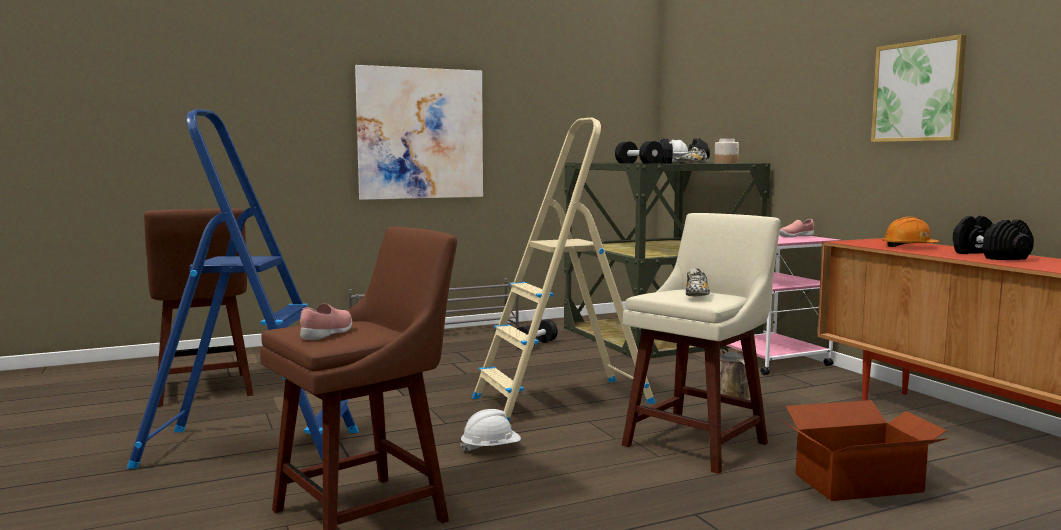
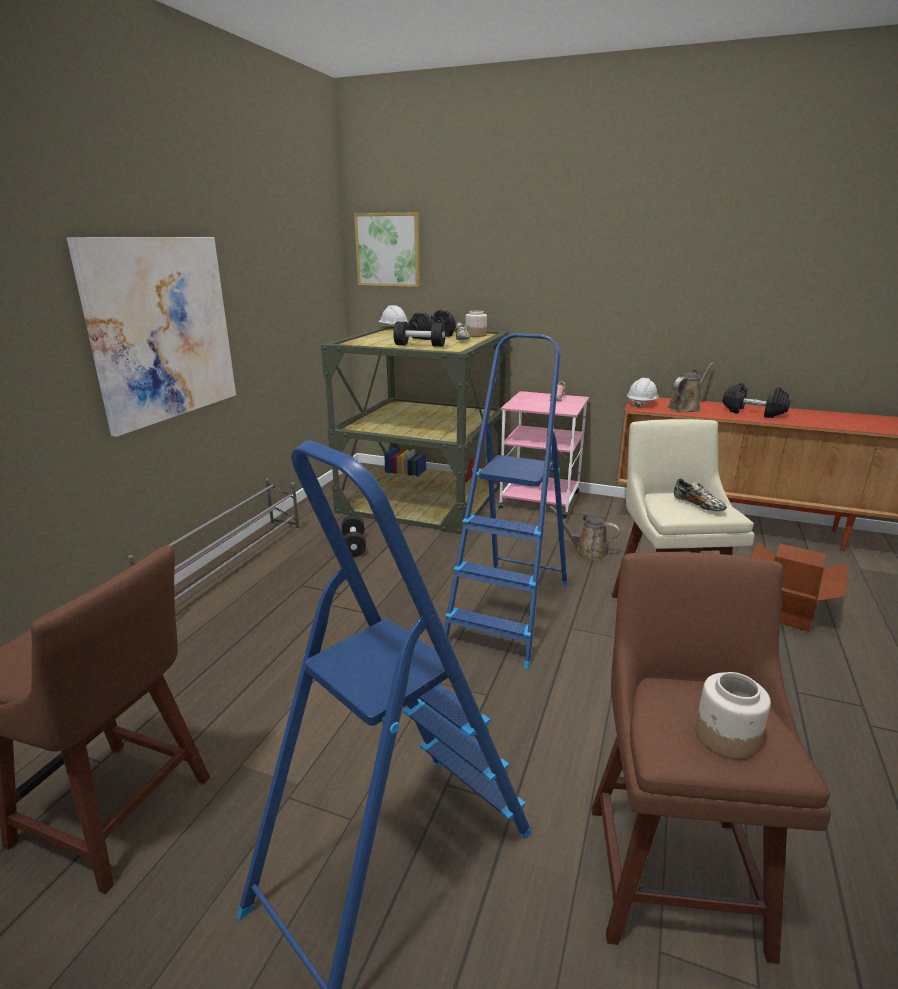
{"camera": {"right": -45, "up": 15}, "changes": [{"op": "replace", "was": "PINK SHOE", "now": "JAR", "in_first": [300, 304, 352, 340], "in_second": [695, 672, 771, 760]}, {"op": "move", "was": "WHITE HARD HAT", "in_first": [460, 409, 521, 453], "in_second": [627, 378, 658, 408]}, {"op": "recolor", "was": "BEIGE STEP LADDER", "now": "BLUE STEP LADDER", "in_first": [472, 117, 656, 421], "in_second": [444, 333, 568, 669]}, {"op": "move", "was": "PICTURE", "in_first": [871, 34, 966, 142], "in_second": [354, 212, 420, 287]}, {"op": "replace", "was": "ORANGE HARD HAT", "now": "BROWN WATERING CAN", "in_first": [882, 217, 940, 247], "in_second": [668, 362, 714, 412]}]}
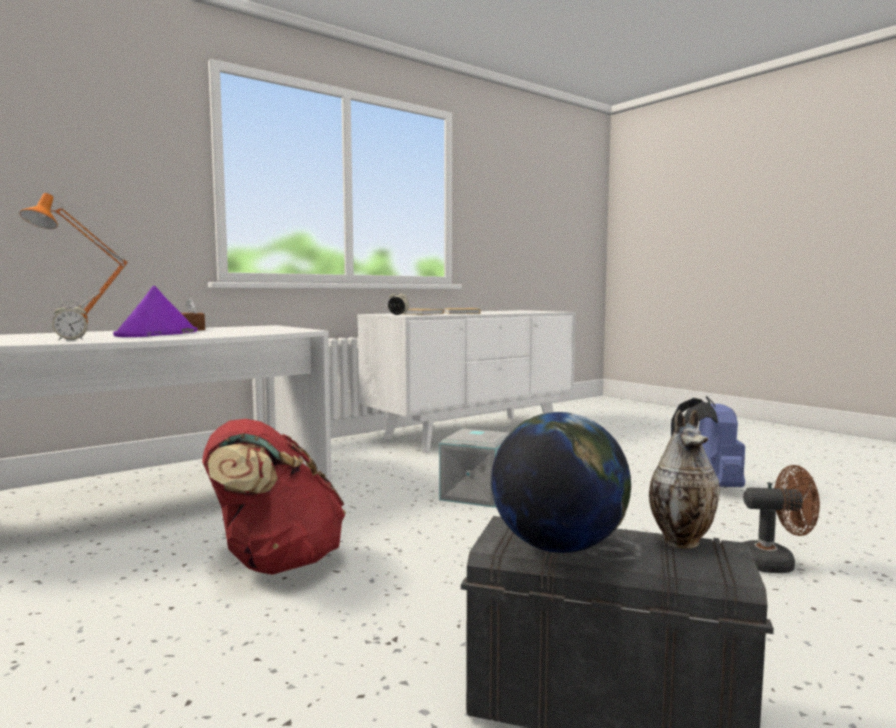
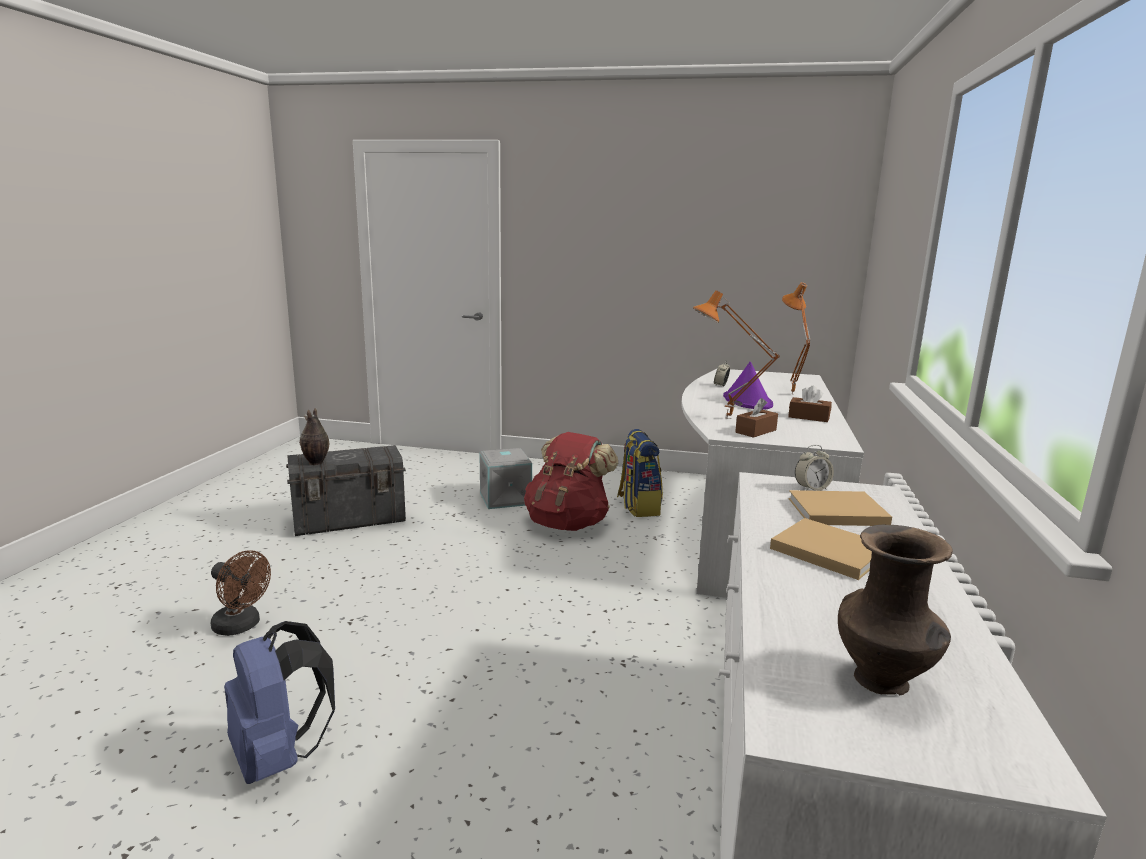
{"camera": {"right": 140, "up": 10}, "changes": [{"op": "move", "was": "GREY STORAGE BOX", "in_first": [439, 429, 509, 508], "in_second": [479, 448, 532, 509]}, {"op": "delete", "was": "GLOBE", "in_first": [491, 412, 631, 553]}, {"op": "rotate", "was": "BROWN FAN", "in_first": [743, 465, 820, 573], "in_second": [211, 550, 271, 636], "clockwise": -120}, {"op": "insert", "now": "BACKPACK", "in_second": [617, 429, 663, 517]}, {"op": "insert", "now": "ORANGE TABLE LAMP", "in_second": [693, 290, 780, 419]}, {"op": "insert", "now": "BROWN TISSUE BOX", "in_second": [735, 398, 778, 438]}, {"op": "insert", "now": "BROWN VASE", "in_second": [838, 525, 953, 695]}]}
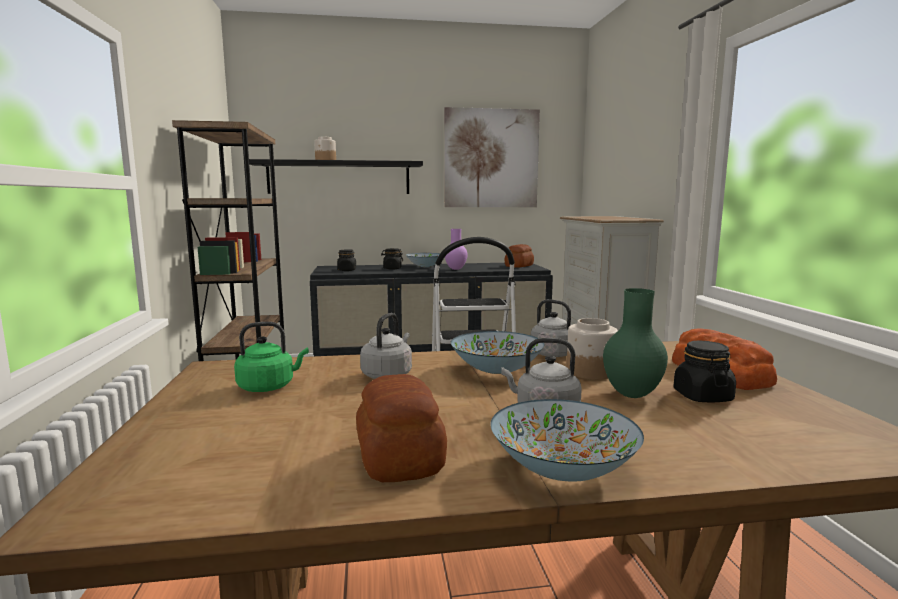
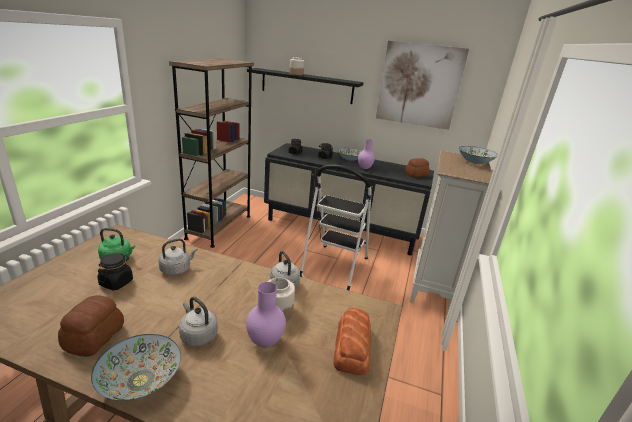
{"camera": {"right": 25, "up": 15}, "changes": [{"op": "move", "was": "BOWL", "in_first": [451, 331, 545, 374], "in_second": [459, 146, 498, 164]}, {"op": "recolor", "was": "GREEN VASE", "now": "PURPLE VASE", "in_first": [603, 288, 668, 398], "in_second": [246, 282, 286, 347]}, {"op": "move", "was": "BLACK JAR", "in_first": [673, 341, 736, 403], "in_second": [98, 253, 133, 291]}]}
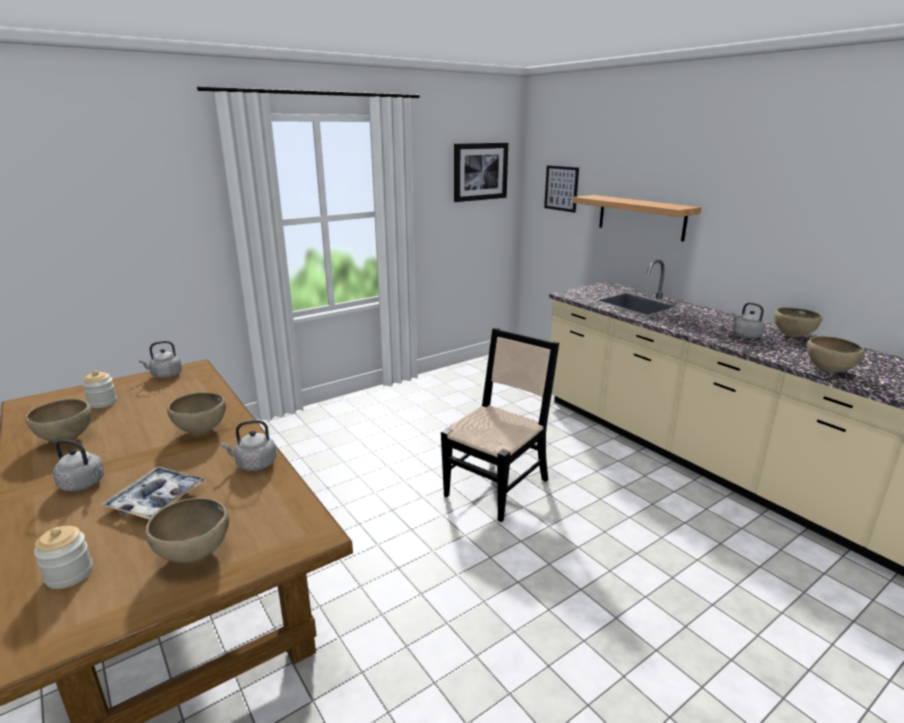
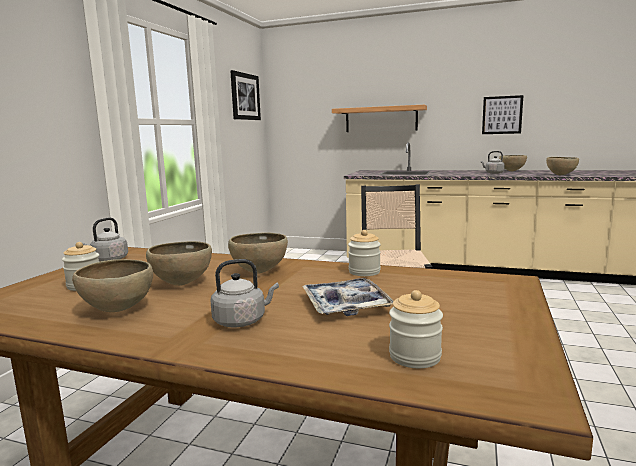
{"camera": {"right": -35, "up": -10}, "changes": [{"op": "move", "was": "BROWN BOWL", "in_first": [145, 498, 229, 563], "in_second": [146, 241, 212, 286]}, {"op": "replace", "was": "GREY KETTLE", "now": "JAR", "in_first": [221, 420, 277, 471], "in_second": [348, 230, 381, 276]}, {"op": "move", "was": "PICTURE", "in_first": [544, 165, 579, 213], "in_second": [482, 95, 524, 134]}]}
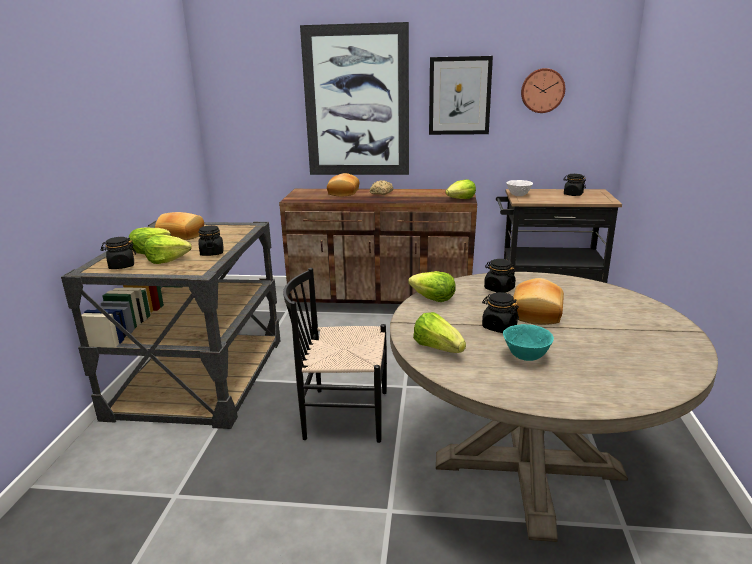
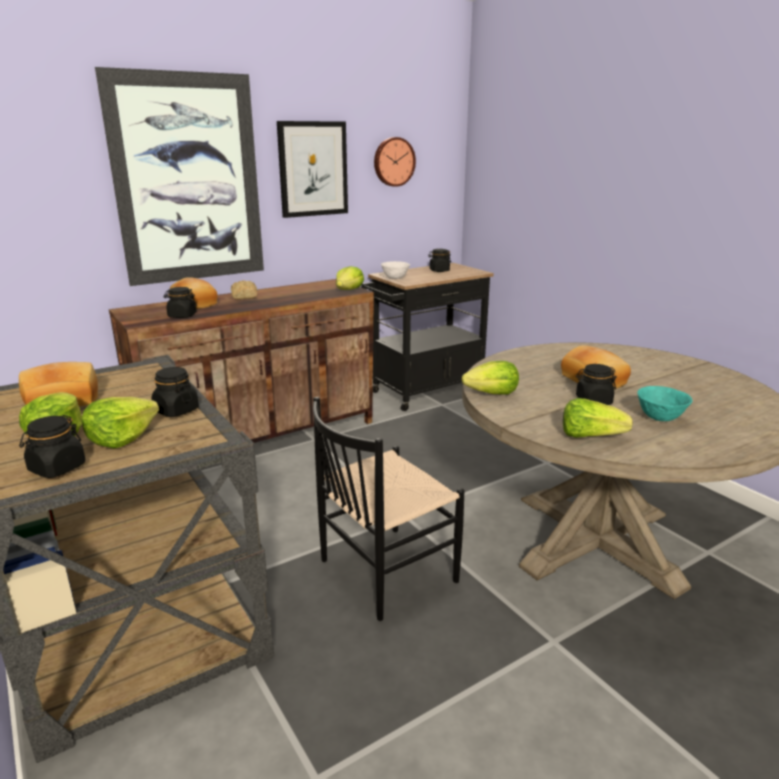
{"camera": {"right": -40, "up": 0}, "changes": [{"op": "move", "was": "BLACK JAR", "in_first": [484, 259, 516, 293], "in_second": [164, 287, 197, 318]}]}
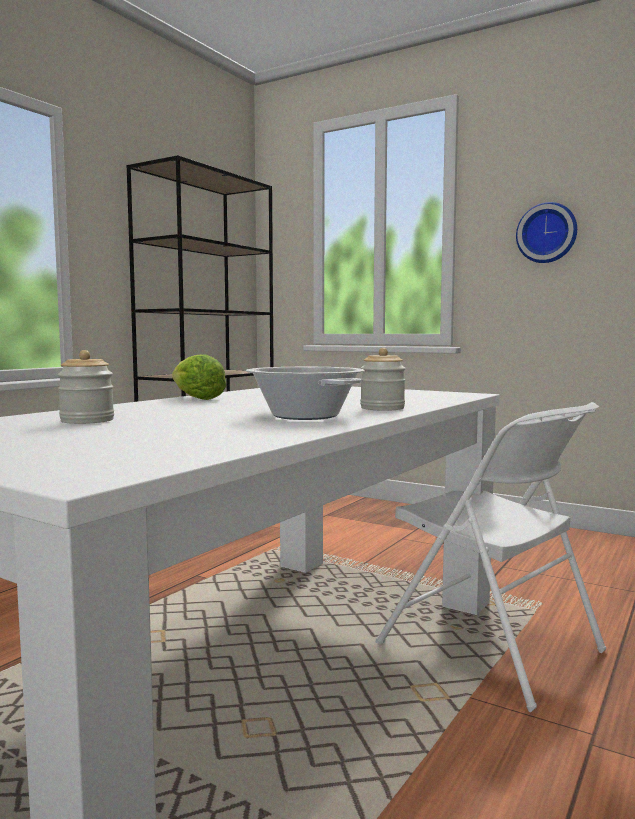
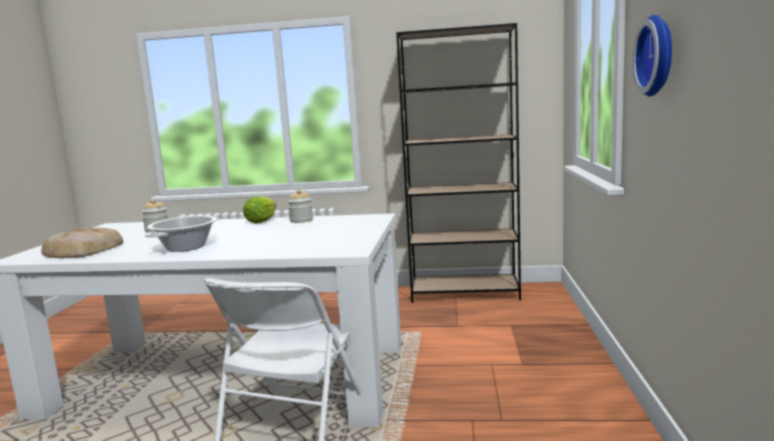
{"camera": {"right": 65, "up": 5}, "changes": [{"op": "move", "was": "JAR", "in_first": [360, 348, 406, 411], "in_second": [288, 190, 313, 223]}, {"op": "insert", "now": "BREAD", "in_second": [41, 228, 123, 258]}]}
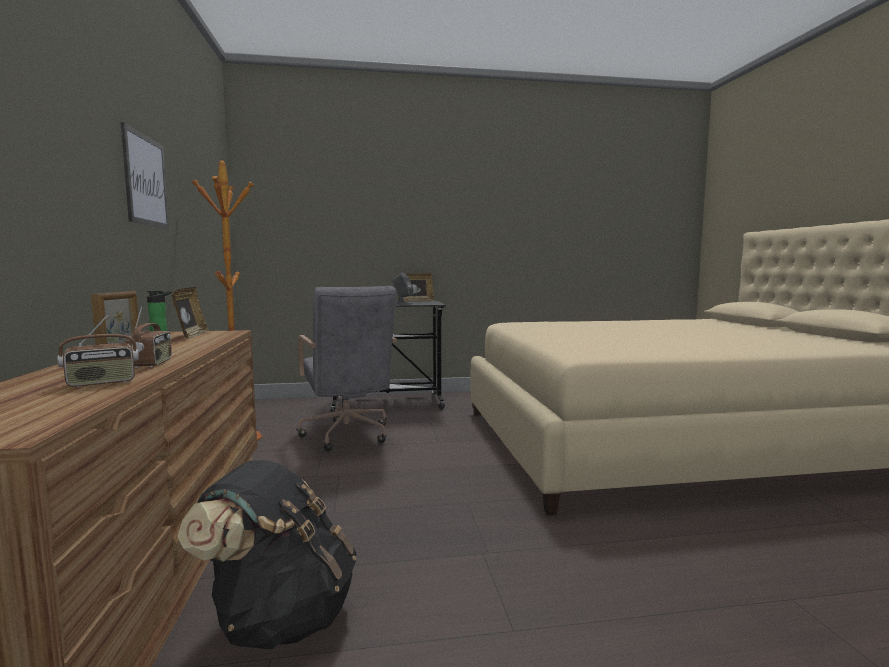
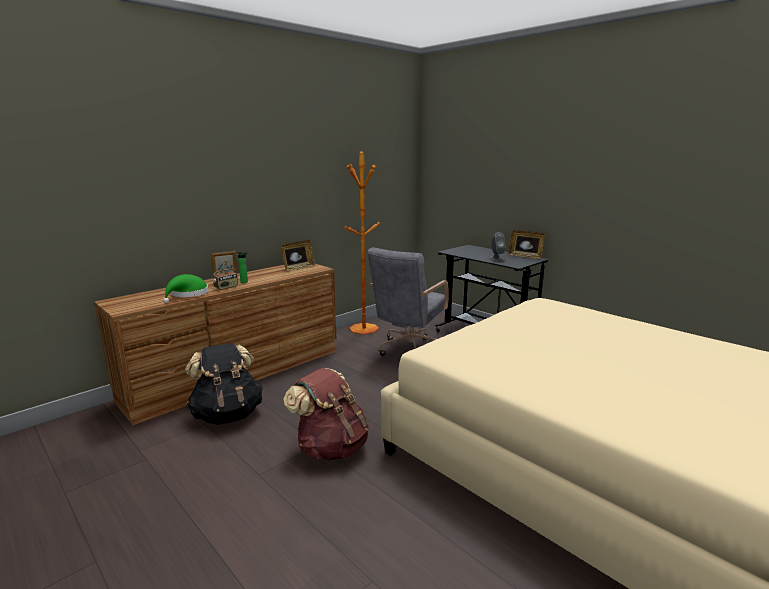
{"camera": {"right": 55, "up": 10}, "changes": [{"op": "replace", "was": "RADIO", "now": "GREEN HAT", "in_first": [57, 314, 139, 387], "in_second": [163, 274, 208, 303]}, {"op": "delete", "was": "PICTURE", "in_first": [121, 122, 169, 229]}, {"op": "insert", "now": "BROWN BACKPACK", "in_second": [283, 368, 369, 460]}]}
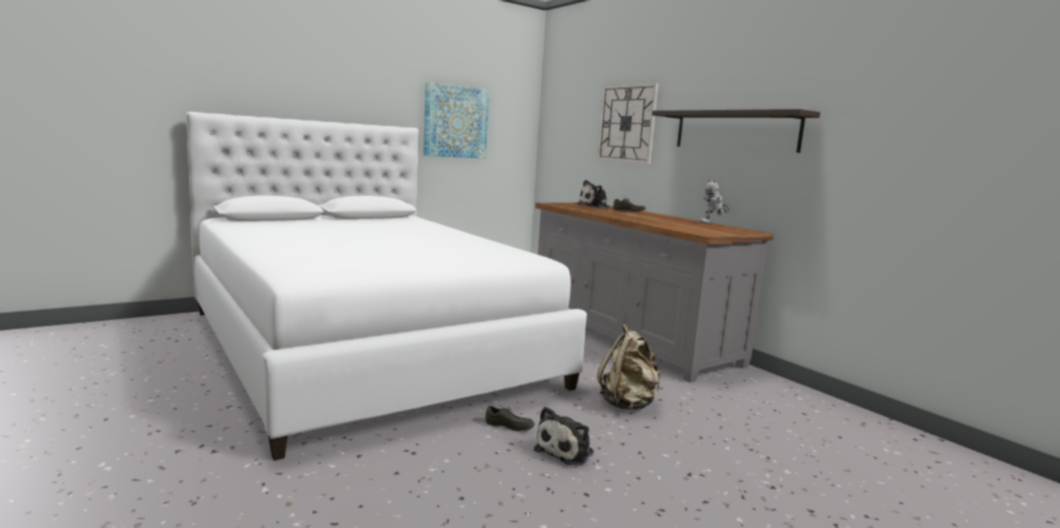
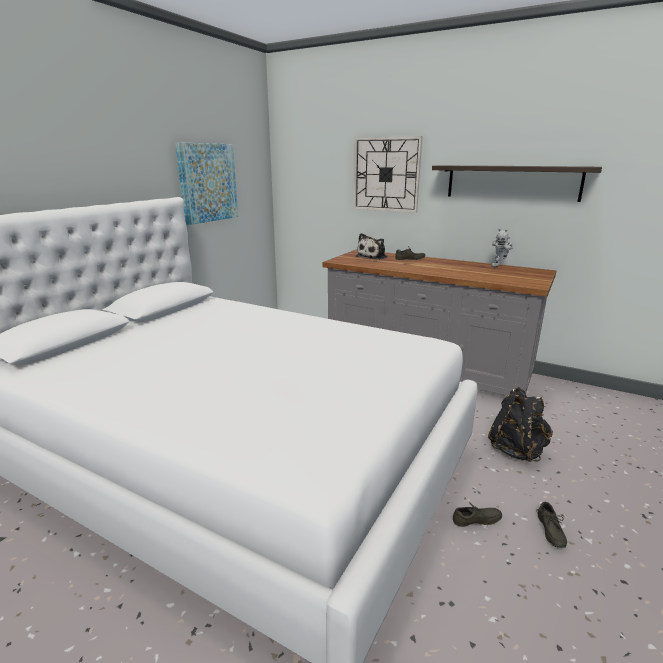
{"camera": {"right": -25, "up": 10}, "changes": [{"op": "replace", "was": "PLUSH TOY", "now": "GREY SHOE", "in_first": [534, 407, 594, 465], "in_second": [536, 502, 567, 548]}, {"op": "recolor", "was": "BEIGE BACKPACK", "now": "BLACK BACKPACK", "in_first": [597, 324, 660, 410], "in_second": [488, 387, 553, 462]}]}
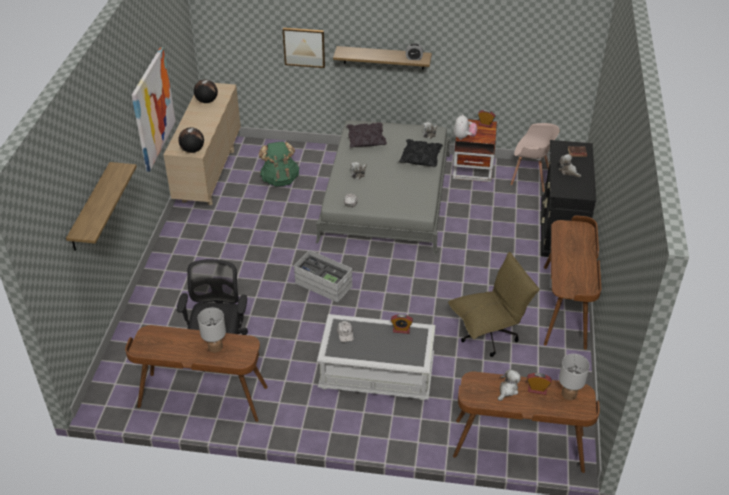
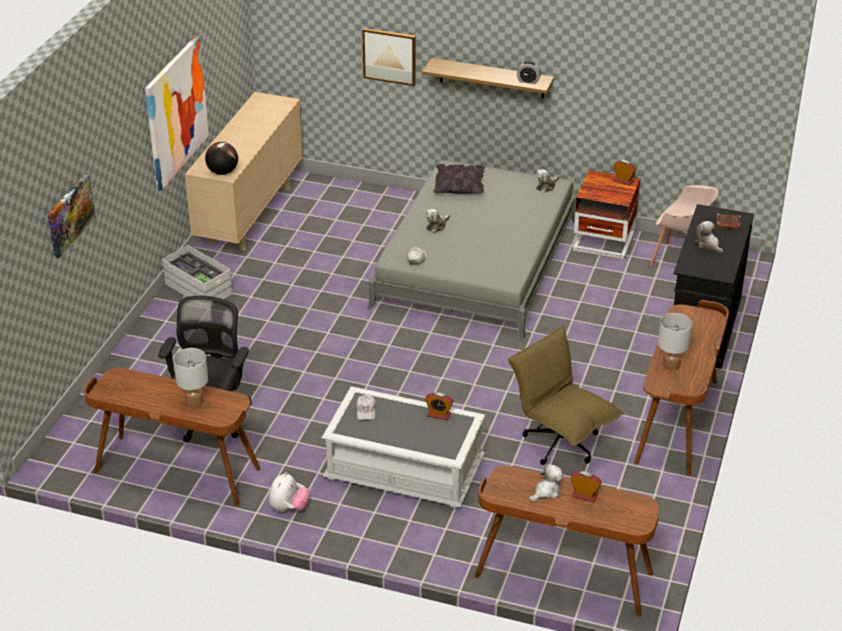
{"camera": {"right": 10, "up": -5}, "changes": [{"op": "replace", "was": "SHELF", "now": "PICTURE", "in_first": [66, 162, 137, 251], "in_second": [48, 174, 96, 258]}, {"op": "delete", "was": "GLOBE", "in_first": [194, 79, 218, 103]}, {"op": "delete", "was": "GREEN BACKPACK", "in_first": [259, 141, 299, 187]}, {"op": "move", "was": "GREY STORAGE BOX", "in_first": [294, 250, 353, 302], "in_second": [162, 245, 233, 299]}, {"op": "delete", "was": "BLACK PILLOW", "in_first": [399, 139, 443, 167]}, {"op": "rotate", "was": "BEIGE OFFICE CHAIR", "in_first": [448, 252, 539, 357], "in_second": [508, 326, 624, 465], "clockwise": -120}, {"op": "move", "was": "PLUSH TOY", "in_first": [453, 114, 477, 140], "in_second": [269, 472, 310, 512]}, {"op": "move", "was": "GREY TABLE LAMP", "in_first": [559, 354, 590, 400], "in_second": [658, 313, 692, 370]}]}
